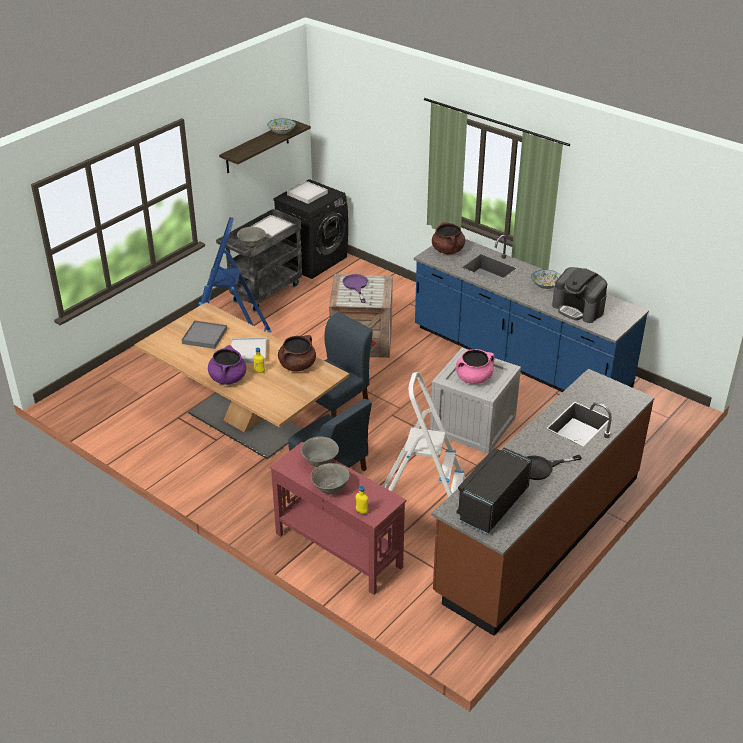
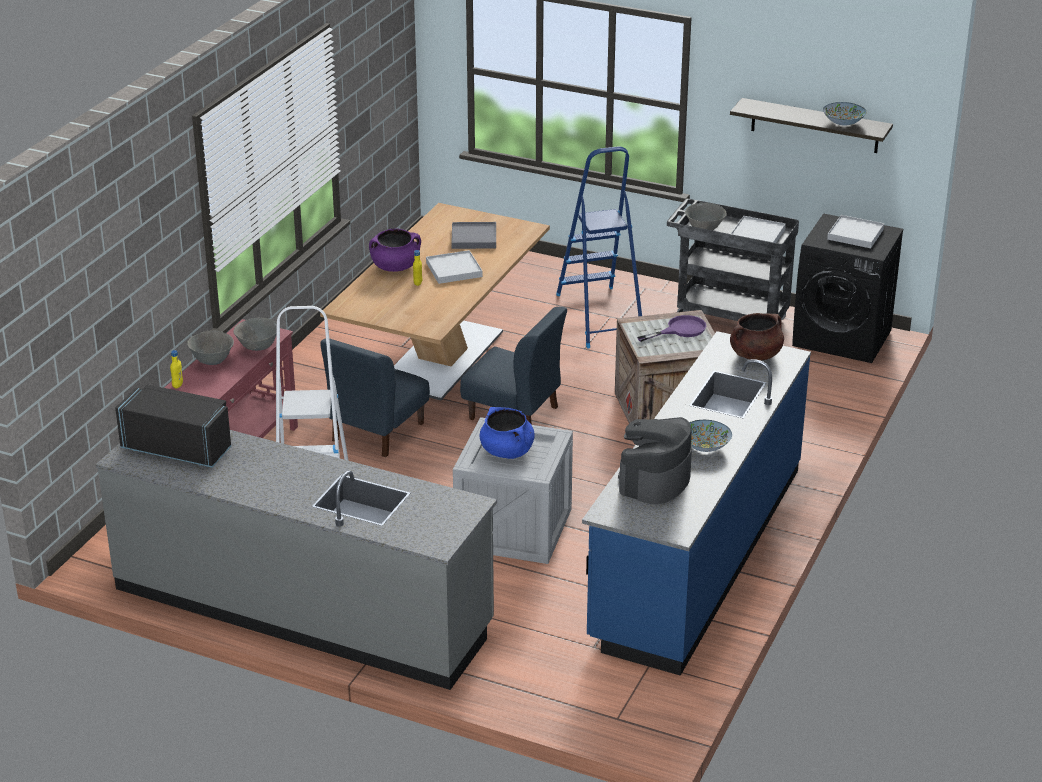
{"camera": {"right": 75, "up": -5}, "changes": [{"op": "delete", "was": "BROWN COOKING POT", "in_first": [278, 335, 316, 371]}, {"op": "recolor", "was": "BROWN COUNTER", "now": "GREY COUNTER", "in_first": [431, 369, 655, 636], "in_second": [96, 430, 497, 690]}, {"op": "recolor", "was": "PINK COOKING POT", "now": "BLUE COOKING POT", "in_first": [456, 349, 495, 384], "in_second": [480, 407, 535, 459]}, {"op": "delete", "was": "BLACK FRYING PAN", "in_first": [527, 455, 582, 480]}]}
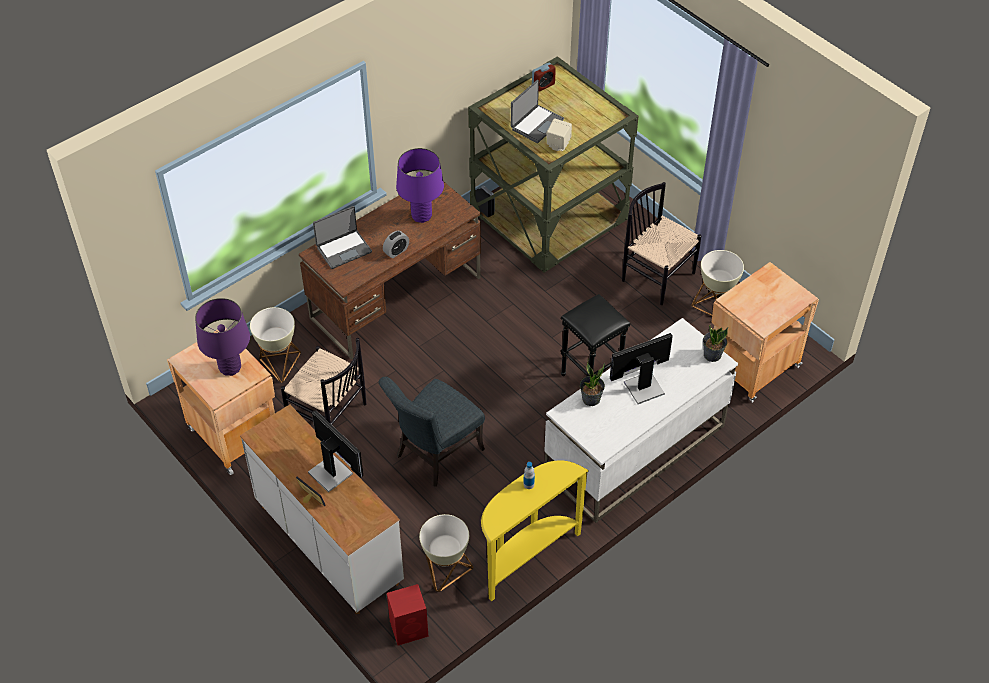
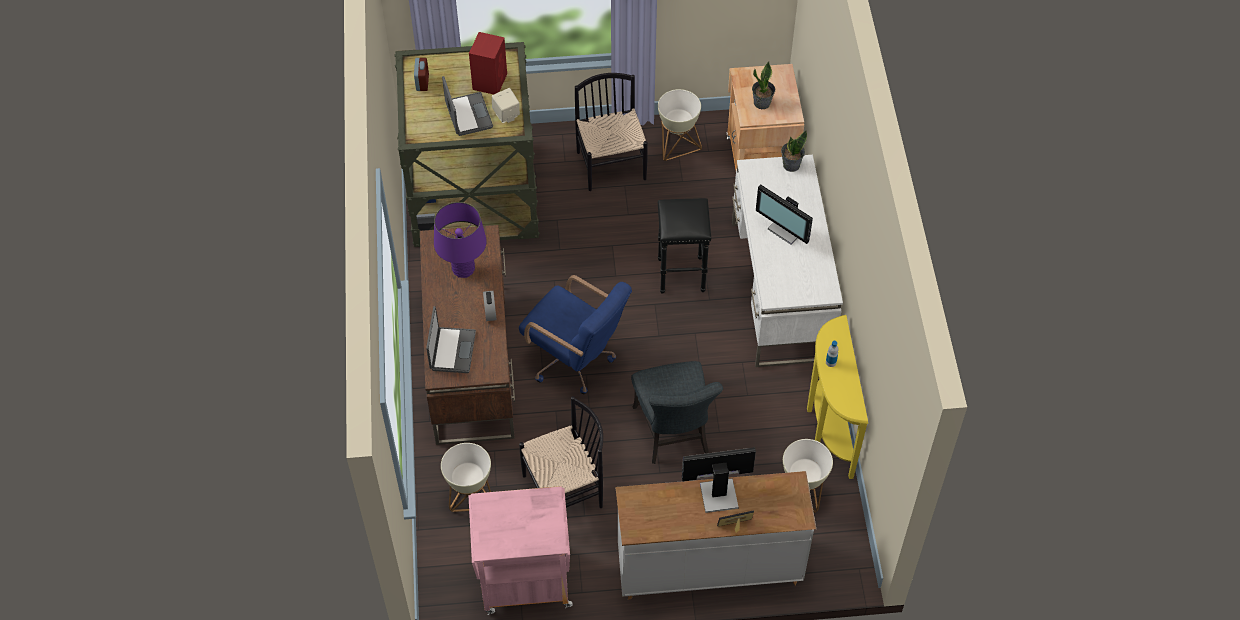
{"camera": {"right": -55, "up": 5}, "changes": [{"op": "recolor", "was": "BROWN CART", "now": "PINK CART", "in_first": [167, 327, 275, 475], "in_second": [468, 486, 573, 615]}, {"op": "delete", "was": "PURPLE TABLE LAMP", "in_first": [195, 298, 250, 376]}, {"op": "move", "was": "RED SPEAKER", "in_first": [387, 584, 429, 645], "in_second": [469, 32, 507, 95]}, {"op": "move", "was": "POTTED PLANT", "in_first": [580, 358, 605, 406], "in_second": [752, 62, 775, 109]}, {"op": "rotate", "was": "MONITOR", "in_first": [610, 333, 673, 404], "in_second": [756, 184, 813, 245], "clockwise": -60}, {"op": "rotate", "was": "BLACK CHAIR", "in_first": [622, 182, 701, 305], "in_second": [575, 73, 648, 191], "clockwise": 90}, {"op": "insert", "now": "BLUE OFFICE CHAIR", "in_second": [519, 275, 632, 394]}]}
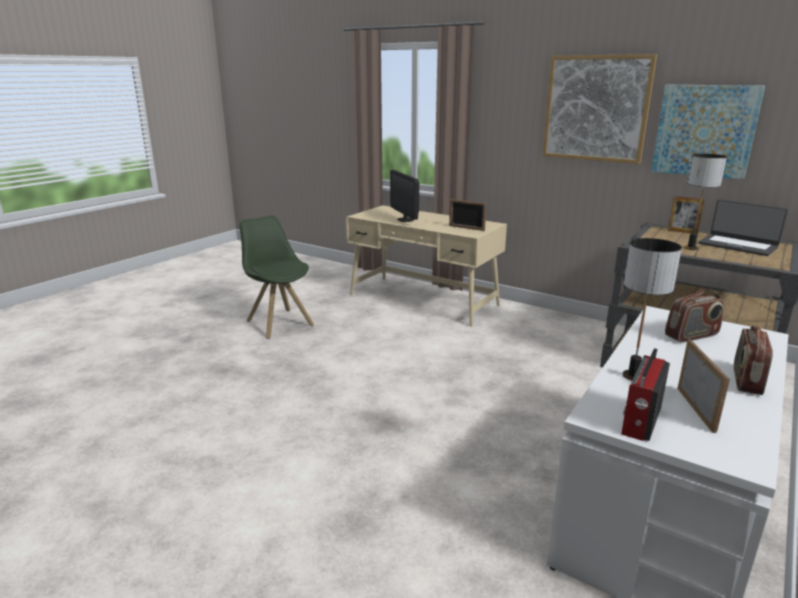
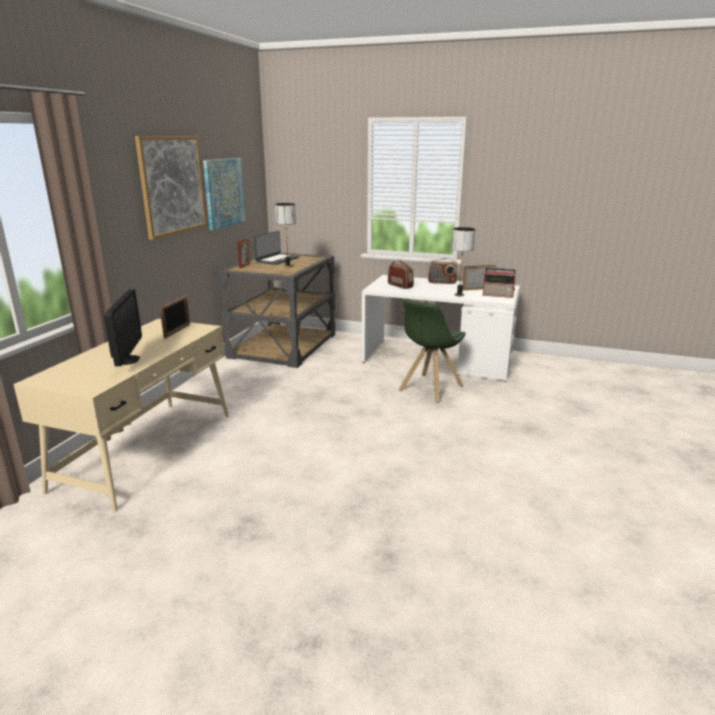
{"camera": {"right": -105, "up": 0}, "changes": [{"op": "move", "was": "GREEN CHAIR", "in_first": [240, 215, 314, 339], "in_second": [399, 298, 466, 403]}, {"op": "rotate", "was": "MONITOR", "in_first": [390, 170, 419, 222], "in_second": [104, 289, 142, 366], "clockwise": -60}]}
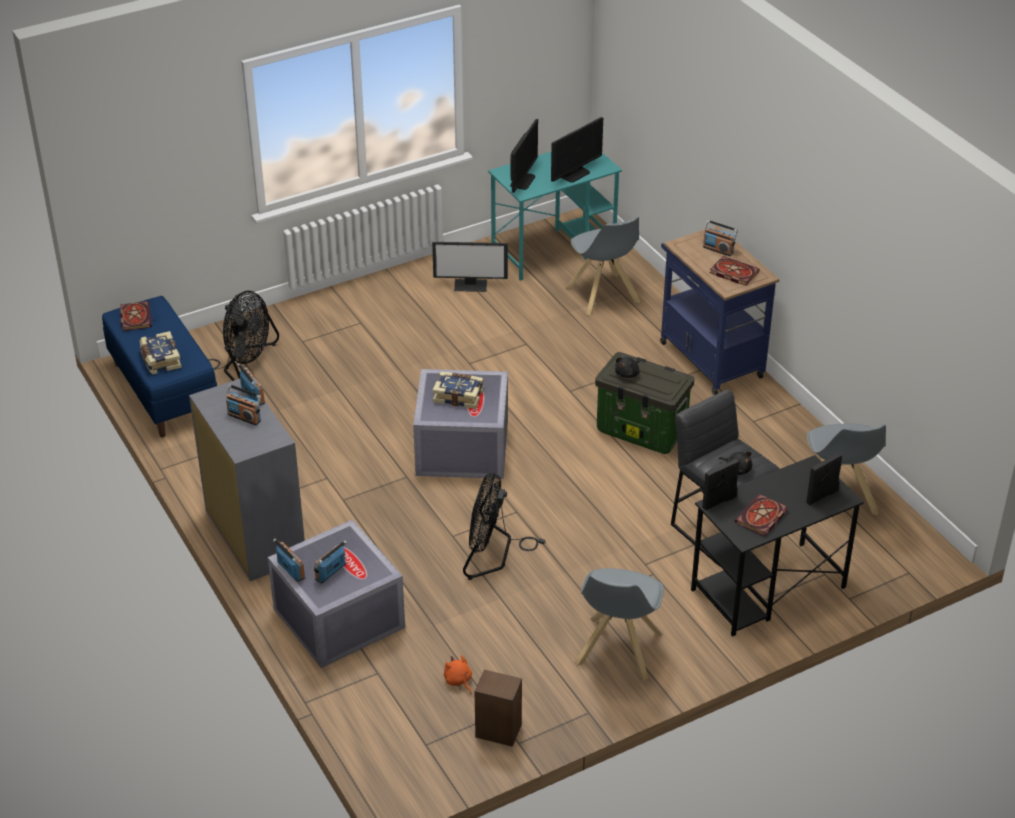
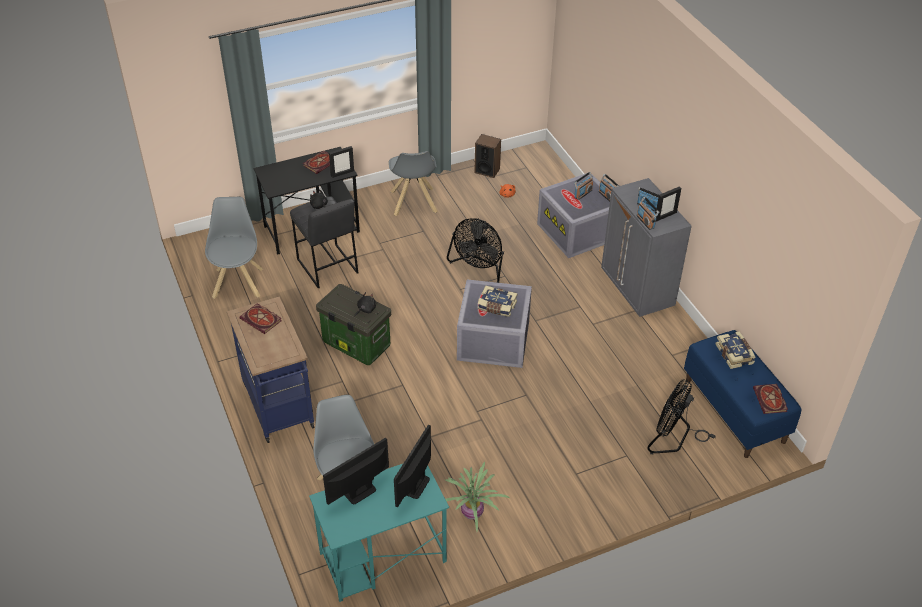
{"camera": {"right": -175, "up": 5}, "changes": [{"op": "replace", "was": "MONITOR", "now": "POTTED PLANT", "in_first": [432, 242, 508, 292], "in_second": [445, 462, 509, 531]}, {"op": "rotate", "was": "BLACK FAN", "in_first": [463, 472, 546, 580], "in_second": [447, 218, 504, 283], "clockwise": 105}, {"op": "rotate", "was": "GREY CHAIR", "in_first": [575, 568, 664, 681], "in_second": [388, 151, 437, 216], "clockwise": 150}, {"op": "delete", "was": "RADIO", "in_first": [703, 220, 738, 256]}, {"op": "move", "was": "PICTURE FRAME", "in_first": [806, 453, 842, 505], "in_second": [655, 187, 681, 221]}]}
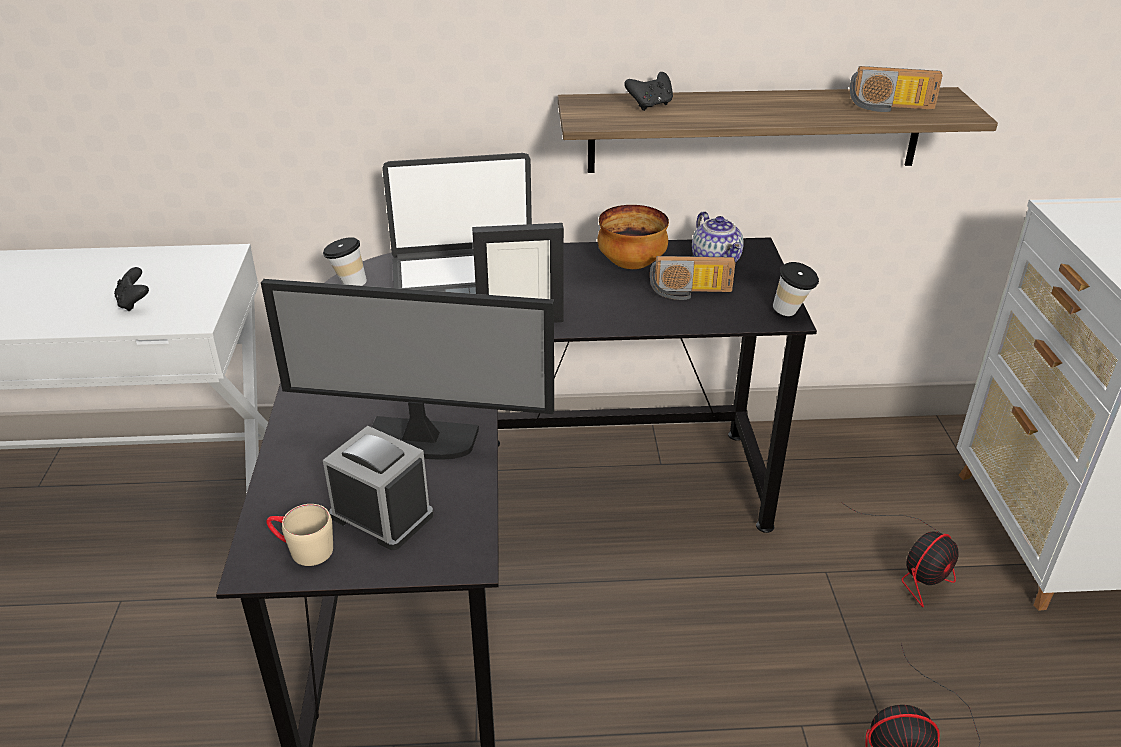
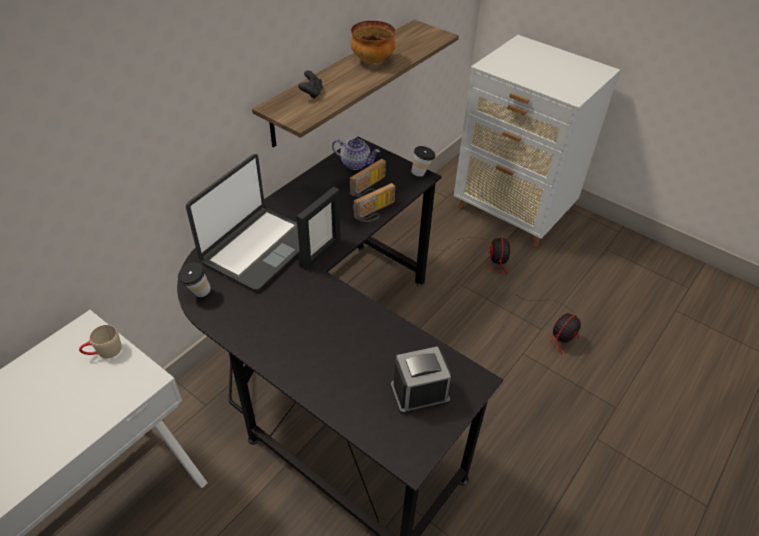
{"camera": {"right": -50, "up": 10}, "changes": [{"op": "delete", "was": "BLACK GAME CONTROLLER", "in_first": [114, 267, 149, 311]}, {"op": "delete", "was": "MONITOR", "in_first": [261, 279, 554, 460]}, {"op": "move", "was": "BEIGE MUG", "in_first": [266, 504, 333, 566], "in_second": [79, 325, 122, 358]}, {"op": "move", "was": "BOWL", "in_first": [597, 205, 669, 269], "in_second": [351, 21, 395, 63]}, {"op": "move", "was": "RADIO", "in_first": [850, 66, 943, 112], "in_second": [353, 183, 395, 222]}]}
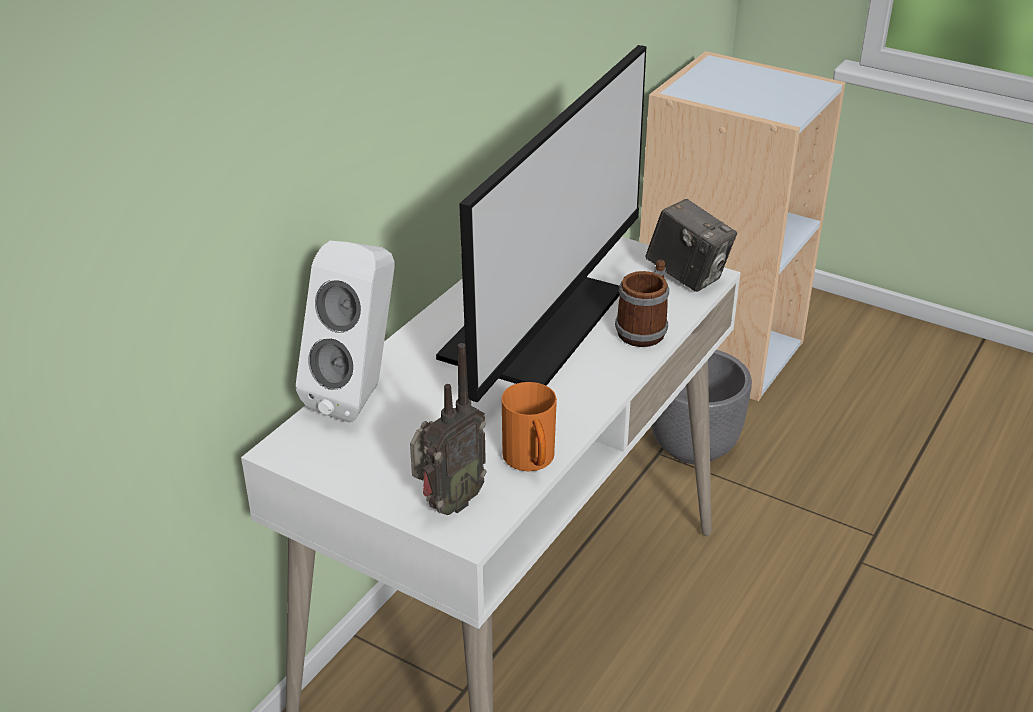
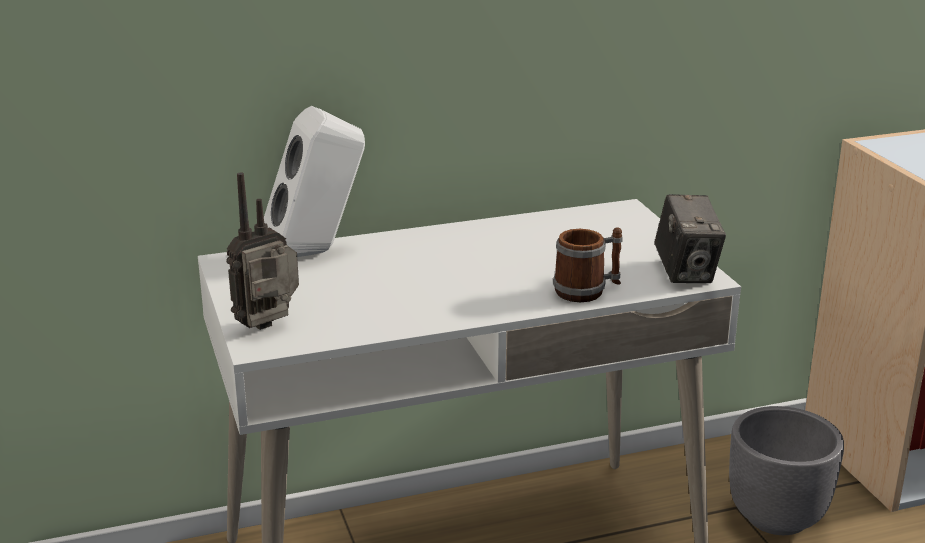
{"camera": {"right": 40, "up": -10}, "changes": [{"op": "rotate", "was": "RADIO", "in_first": [410, 343, 487, 515], "in_second": [226, 172, 299, 330], "clockwise": 150}, {"op": "delete", "was": "MONITOR", "in_first": [436, 45, 646, 403]}, {"op": "delete", "was": "ORANGE MUG", "in_first": [502, 382, 557, 471]}]}
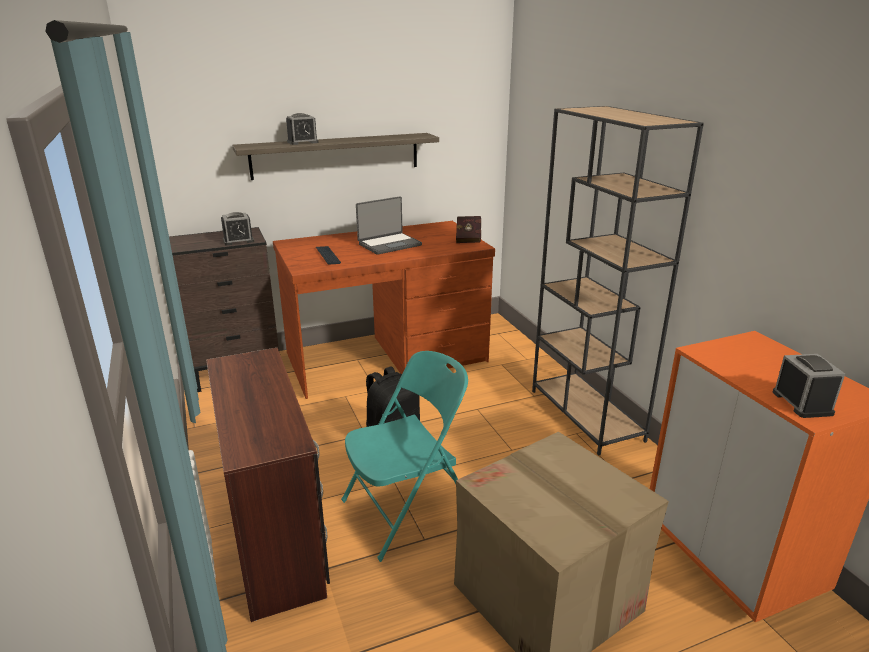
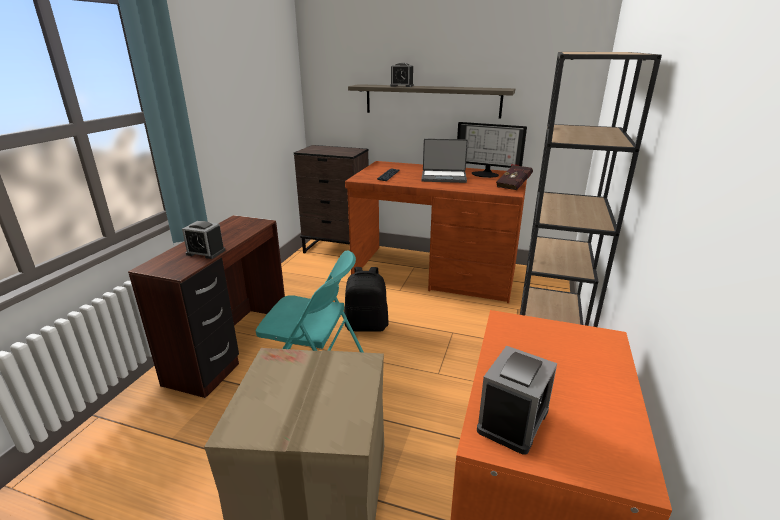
{"camera": {"right": 40, "up": 0}, "changes": [{"op": "move", "was": "ALARM CLOCK", "in_first": [221, 212, 254, 245], "in_second": [182, 221, 225, 259]}, {"op": "insert", "now": "MONITOR", "in_second": [457, 122, 527, 178]}]}
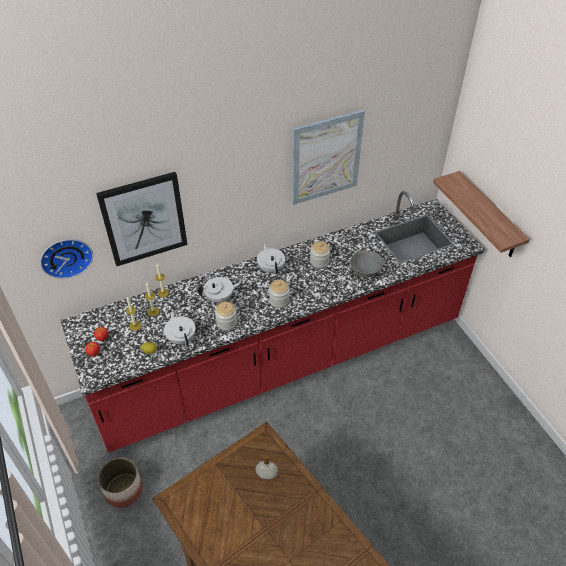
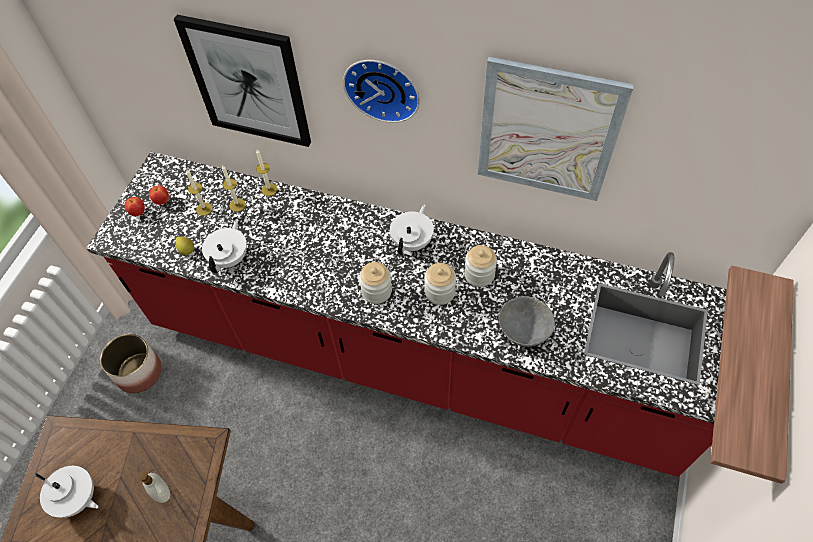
{"camera": {"right": 45, "up": 10}, "changes": [{"op": "move", "was": "WALL CLOCK", "in_first": [40, 239, 93, 279], "in_second": [343, 60, 420, 123]}, {"op": "move", "was": "WHITE TEAPOT", "in_first": [198, 277, 241, 303], "in_second": [34, 466, 99, 518]}, {"op": "move", "was": "JAR", "in_first": [215, 301, 237, 331], "in_second": [424, 263, 456, 305]}]}
